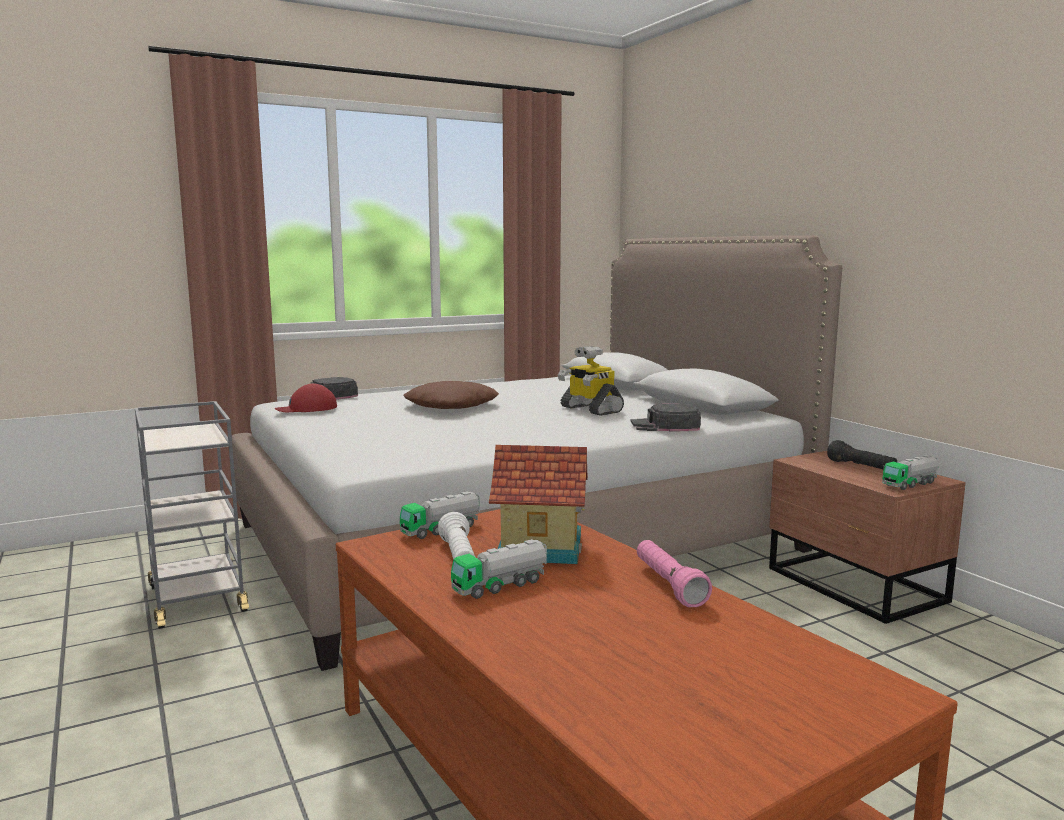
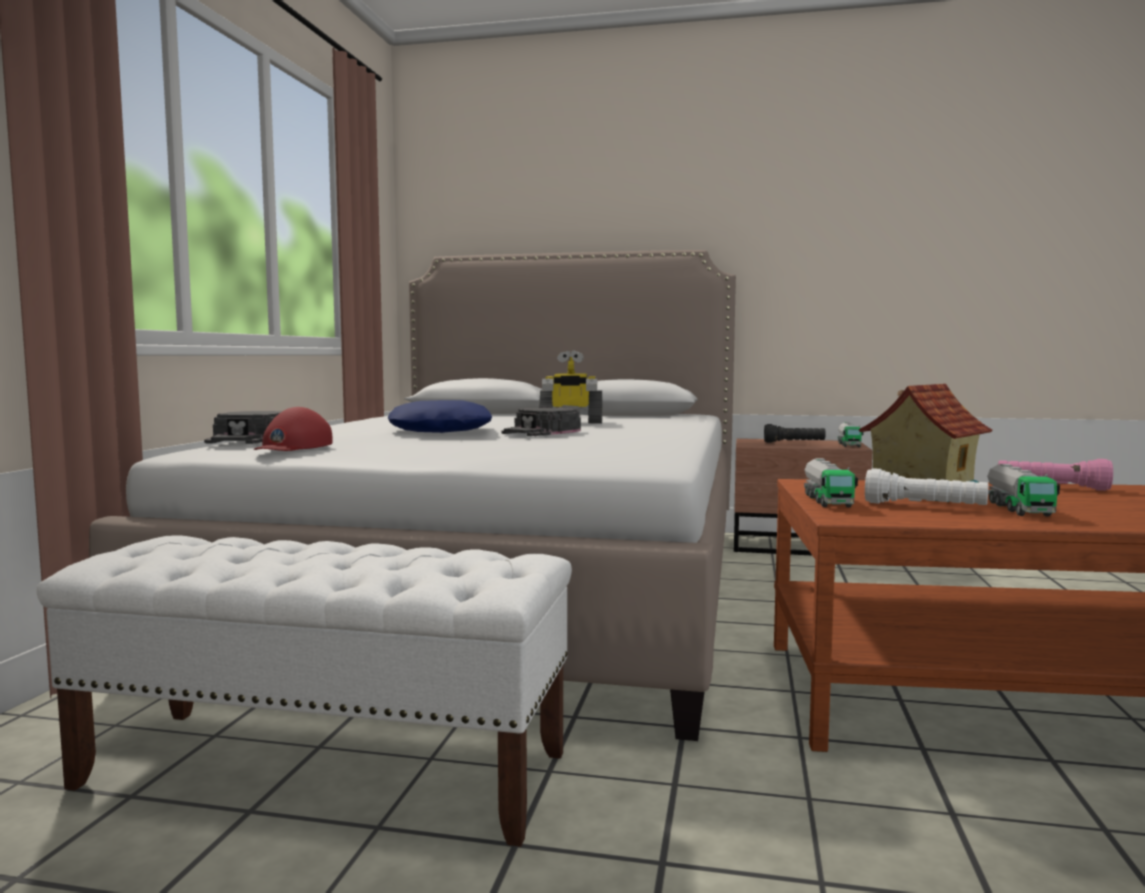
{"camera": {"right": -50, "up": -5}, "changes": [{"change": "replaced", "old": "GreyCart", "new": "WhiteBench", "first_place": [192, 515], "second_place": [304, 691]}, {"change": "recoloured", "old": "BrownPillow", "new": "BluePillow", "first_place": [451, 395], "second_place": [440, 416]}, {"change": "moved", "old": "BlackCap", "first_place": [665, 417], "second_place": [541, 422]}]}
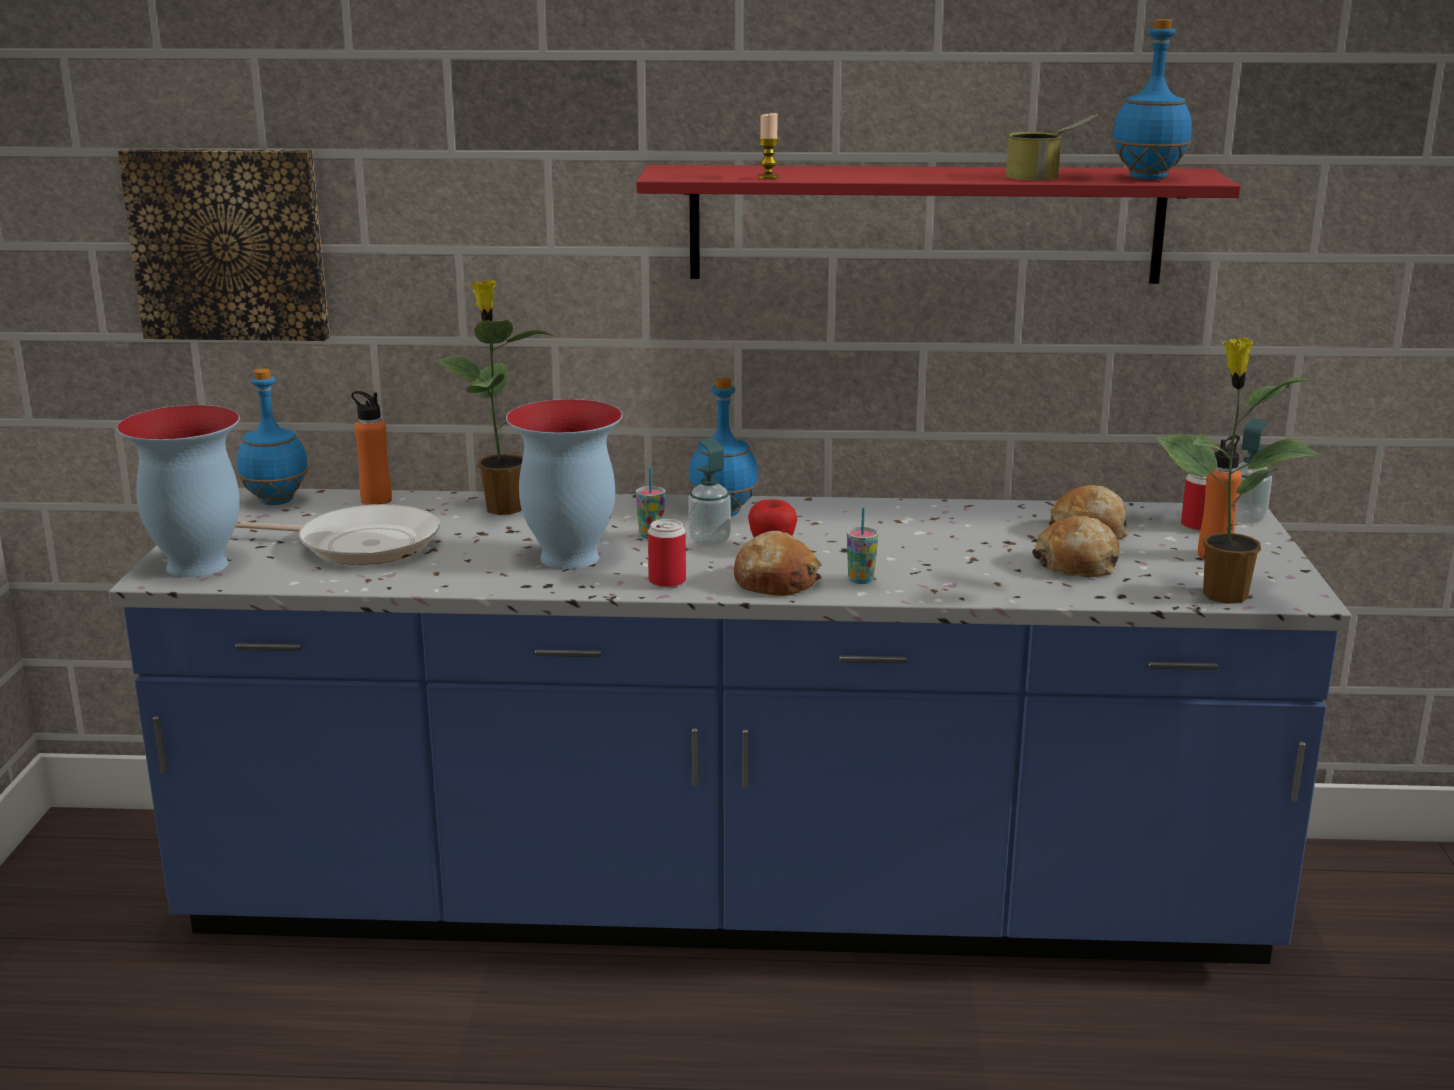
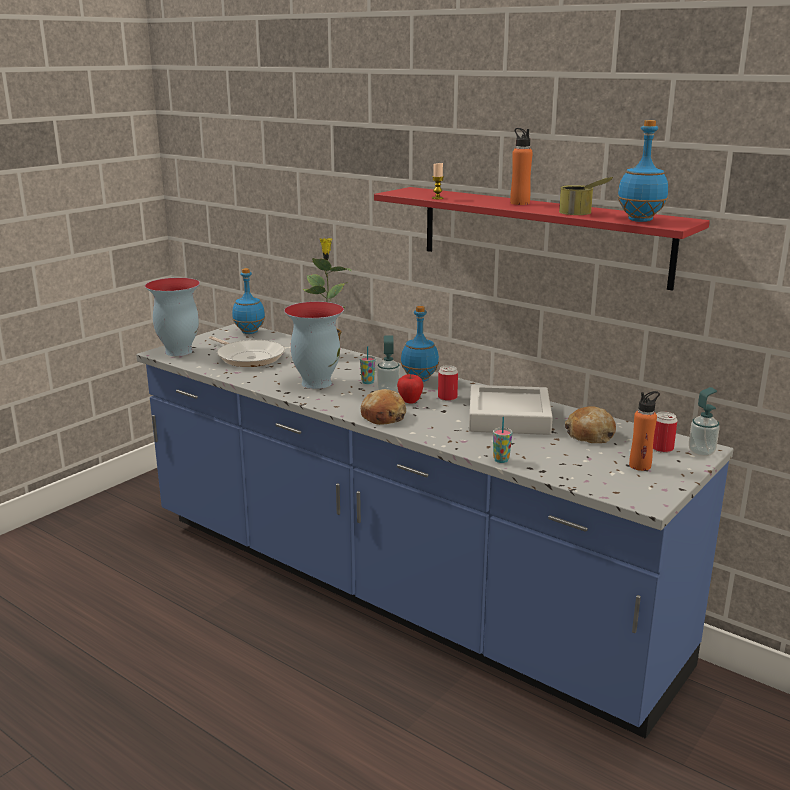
{"camera": {"right": 35, "up": 0}, "changes": [{"change": "moved", "old": "Can", "first_place": [667, 553], "second_place": [448, 383]}, {"change": "added", "new": "GreyTray", "second_place": [511, 410]}, {"change": "moved", "old": "Cup", "first_place": [862, 546], "second_place": [502, 440]}, {"change": "moved", "old": "OrangeBottle", "first_place": [371, 448], "second_place": [521, 166]}, {"change": "removed", "old": "Picture", "first_place": [224, 245]}, {"change": "removed", "old": "Bread", "first_place": [1075, 547]}, {"change": "removed", "old": "PottedPlant", "first_place": [1238, 470]}]}
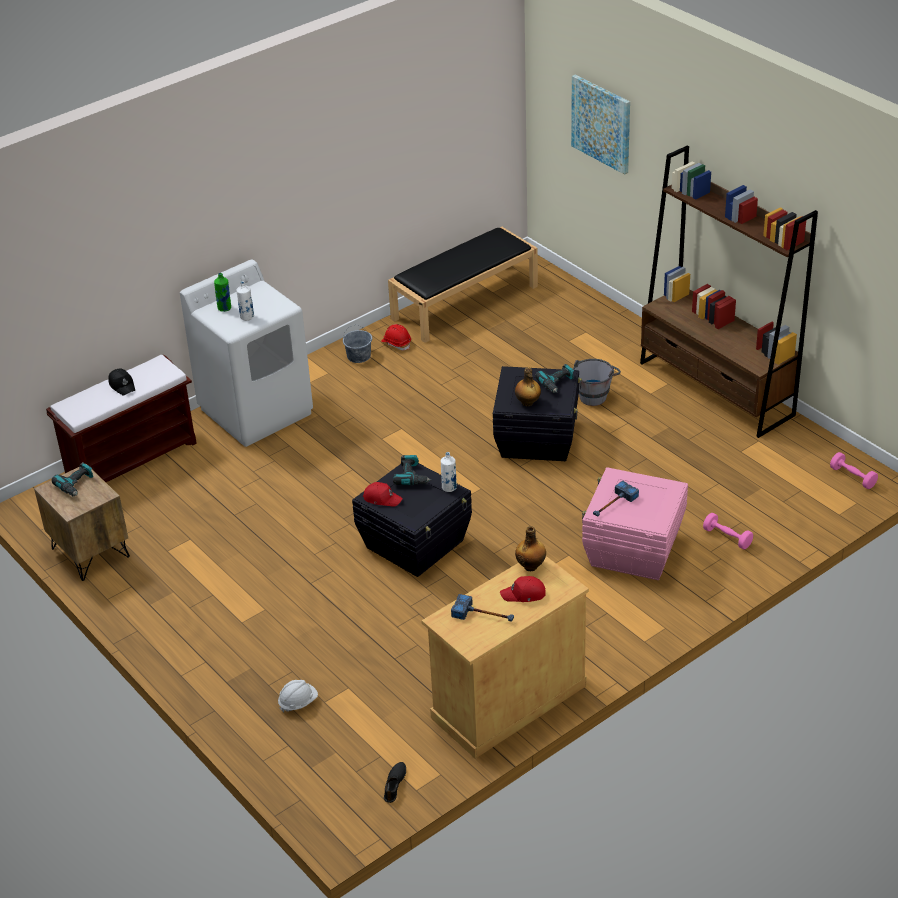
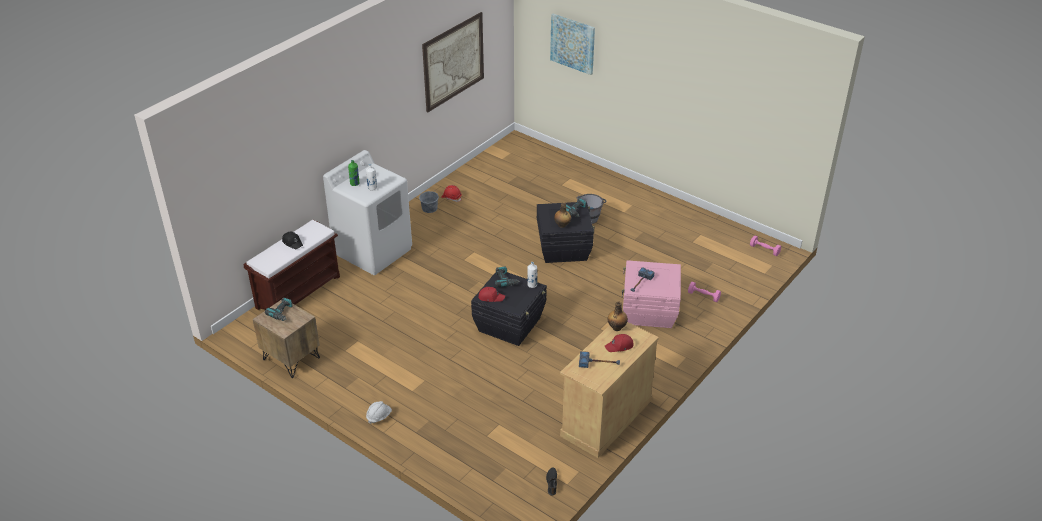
{"camera": {"right": -15, "up": 0}, "changes": [{"change": "moved", "old": "WhiteHardHat", "first_place": [298, 696], "second_place": [379, 412]}, {"change": "added", "new": "Picture", "second_place": [453, 62]}, {"change": "removed", "old": "BlackBench", "first_place": [463, 285]}, {"change": "removed", "old": "BrownBookcase", "first_place": [729, 291]}]}
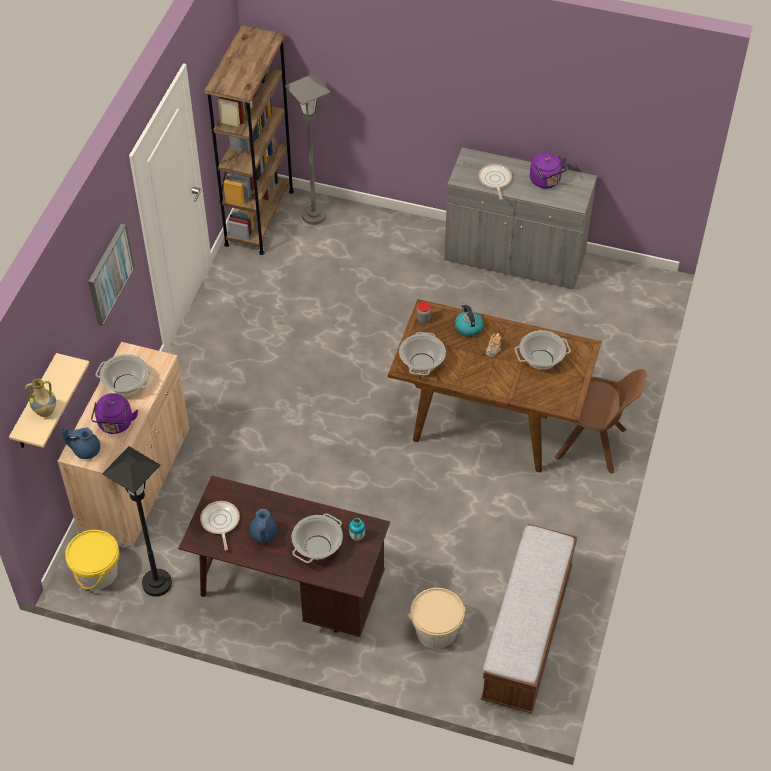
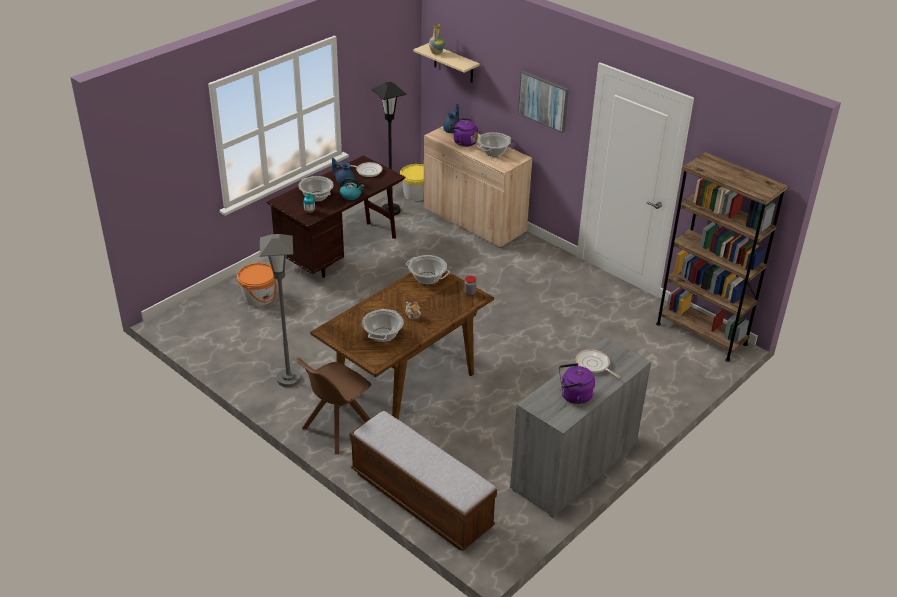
{"camera": {"right": 115, "up": -15}, "changes": [{"change": "recoloured", "old": "BeigeBucket", "new": "OrangeBucket", "first_place": [436, 618], "second_place": [257, 285]}, {"change": "moved", "old": "GreyFloorLamp", "first_place": [308, 149], "second_place": [280, 310]}, {"change": "moved", "old": "Kettle", "first_place": [469, 320], "second_place": [352, 188]}, {"change": "moved", "old": "Bench", "first_place": [529, 619], "second_place": [423, 481]}, {"change": "turned", "old": "FryingPan", "first_place": [495, 182], "second_place": [597, 363], "degrees": -150}]}
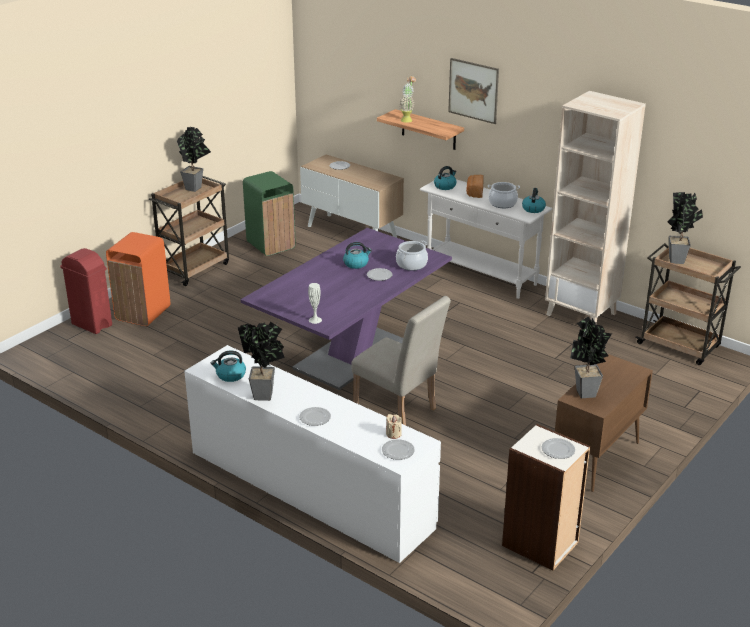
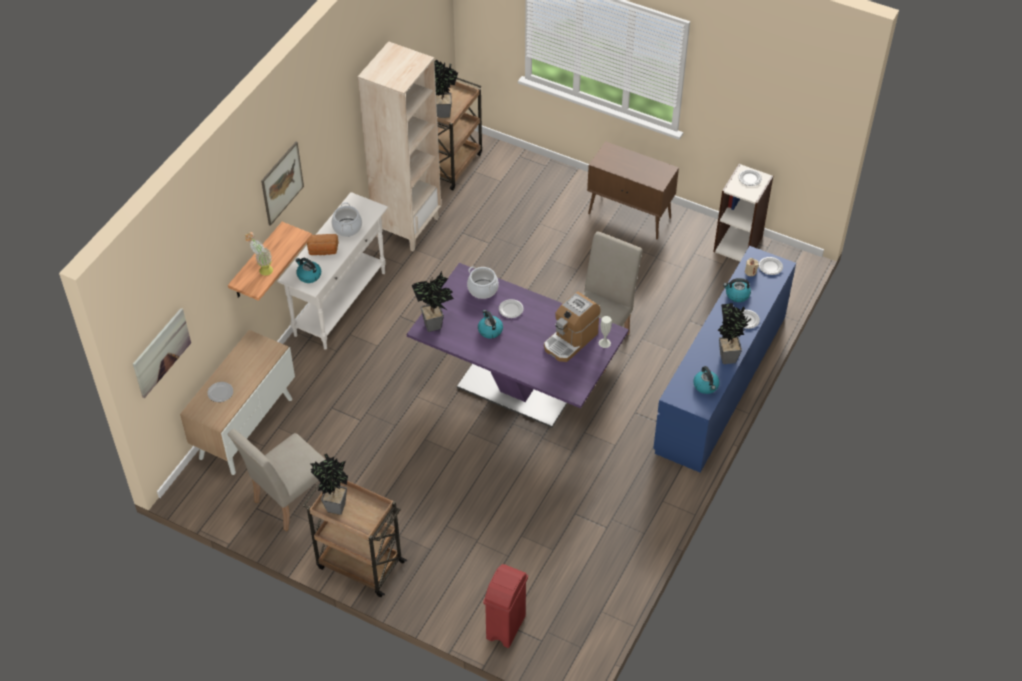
{"camera": {"right": -100, "up": 20}, "changes": [{"change": "added", "new": "Picture", "second_place": [162, 353]}, {"change": "replaced", "old": "GreenTrashCan", "new": "BeigeChair", "first_place": [269, 213], "second_place": [277, 480]}, {"change": "moved", "old": "PottedPlant", "first_place": [591, 357], "second_place": [433, 301]}, {"change": "added", "new": "CoffeeMachine", "second_place": [572, 327]}, {"change": "recoloured", "old": "WhiteDresser", "new": "BlueDresser", "first_place": [312, 454], "second_place": [724, 359]}, {"change": "moved", "old": "Kettle", "first_place": [534, 200], "second_place": [737, 290]}, {"change": "removed", "old": "OrangeTrashCan", "first_place": [138, 279]}]}
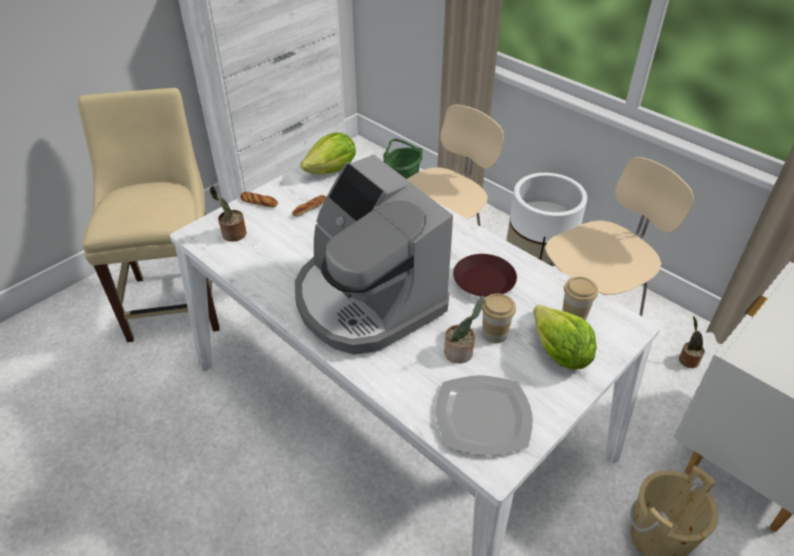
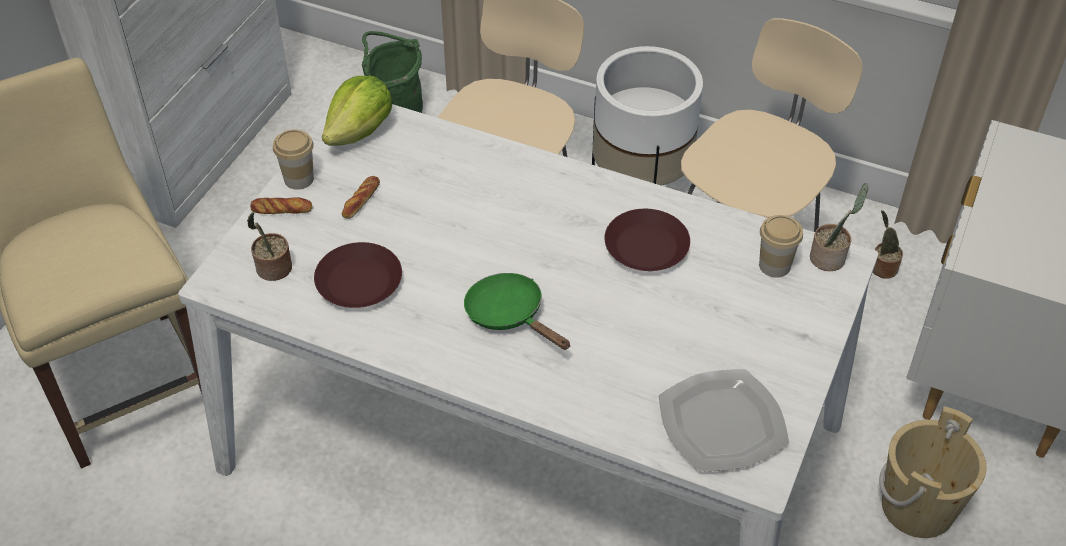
{"camera": {"right": -20, "up": 5}, "changes": [{"change": "moved", "old": "Cup", "first_place": [499, 318], "second_place": [293, 159]}, {"change": "added", "new": "BrownPlate", "second_place": [358, 275]}, {"change": "replaced", "old": "CoffeeMachine", "new": "GreenFryingPan", "first_place": [374, 255], "second_place": [517, 311]}, {"change": "moved", "old": "PottedPlant", "first_place": [464, 330], "second_place": [839, 227]}, {"change": "removed", "old": "Lettuce", "first_place": [565, 337]}]}
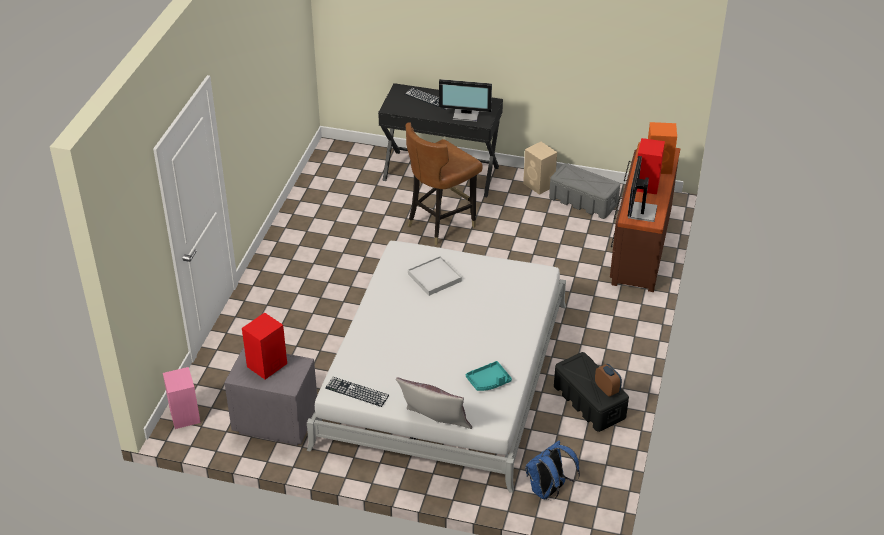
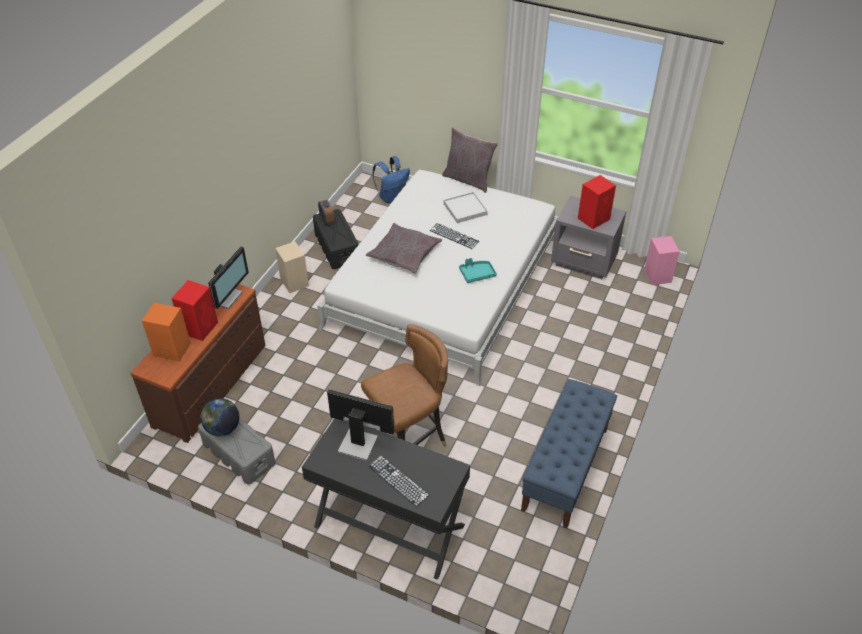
{"camera": {"right": -170, "up": 5}, "changes": [{"change": "added", "new": "Globe", "second_place": [220, 417]}, {"change": "moved", "old": "BeigeSpeaker", "first_place": [540, 168], "second_place": [292, 267]}, {"change": "added", "new": "GreyPillow", "second_place": [404, 248]}, {"change": "moved", "old": "Keyboard", "first_place": [357, 392], "second_place": [454, 236]}, {"change": "moved", "old": "WhiteTray", "first_place": [435, 276], "second_place": [466, 207]}, {"change": "moved", "old": "TurquoiseTray", "first_place": [489, 376], "second_place": [478, 270]}, {"change": "added", "new": "BlueBench", "second_place": [569, 453]}]}
